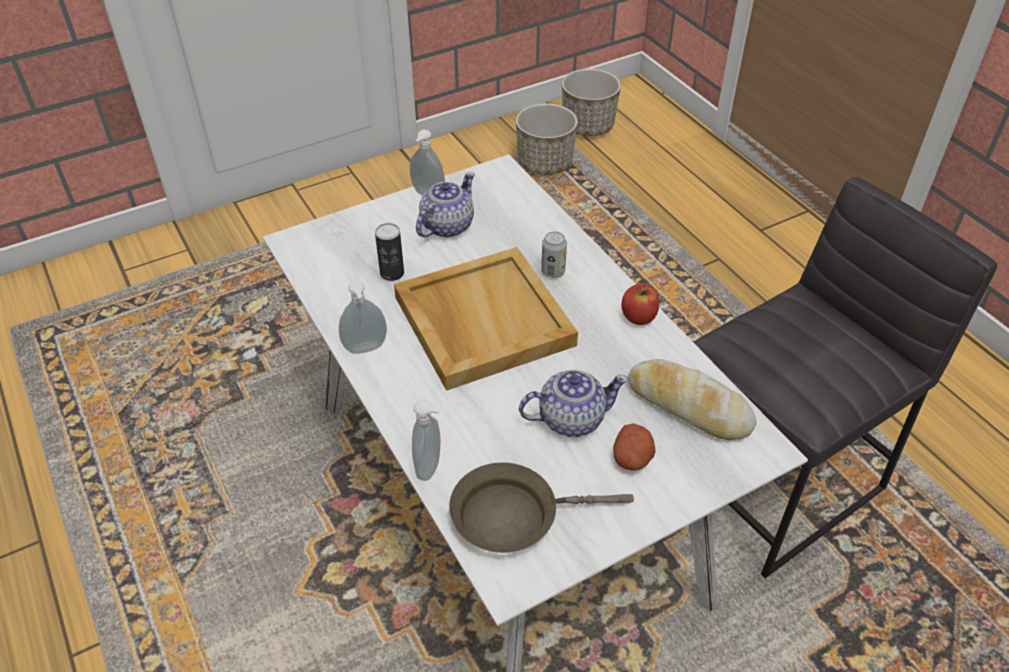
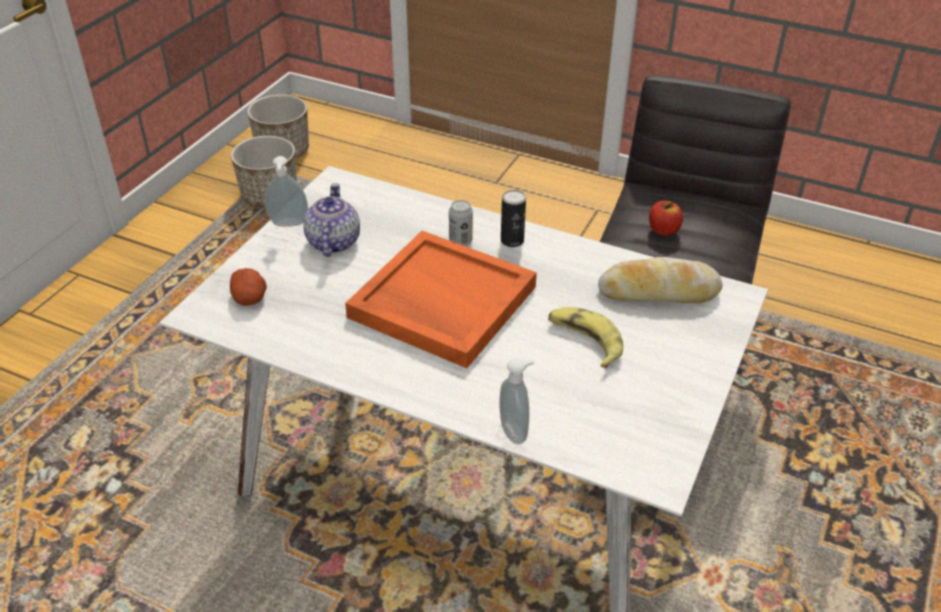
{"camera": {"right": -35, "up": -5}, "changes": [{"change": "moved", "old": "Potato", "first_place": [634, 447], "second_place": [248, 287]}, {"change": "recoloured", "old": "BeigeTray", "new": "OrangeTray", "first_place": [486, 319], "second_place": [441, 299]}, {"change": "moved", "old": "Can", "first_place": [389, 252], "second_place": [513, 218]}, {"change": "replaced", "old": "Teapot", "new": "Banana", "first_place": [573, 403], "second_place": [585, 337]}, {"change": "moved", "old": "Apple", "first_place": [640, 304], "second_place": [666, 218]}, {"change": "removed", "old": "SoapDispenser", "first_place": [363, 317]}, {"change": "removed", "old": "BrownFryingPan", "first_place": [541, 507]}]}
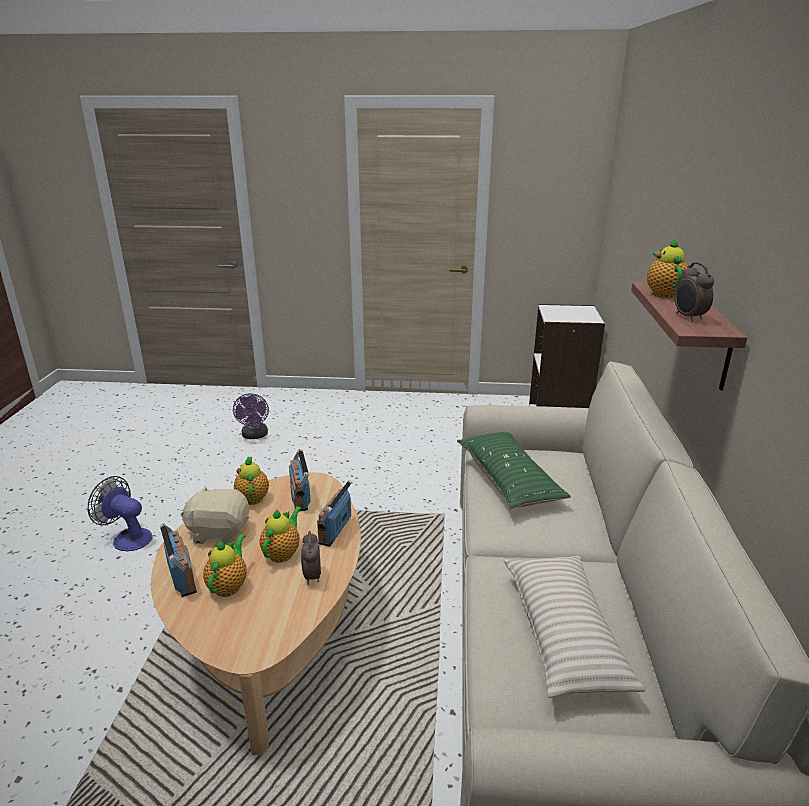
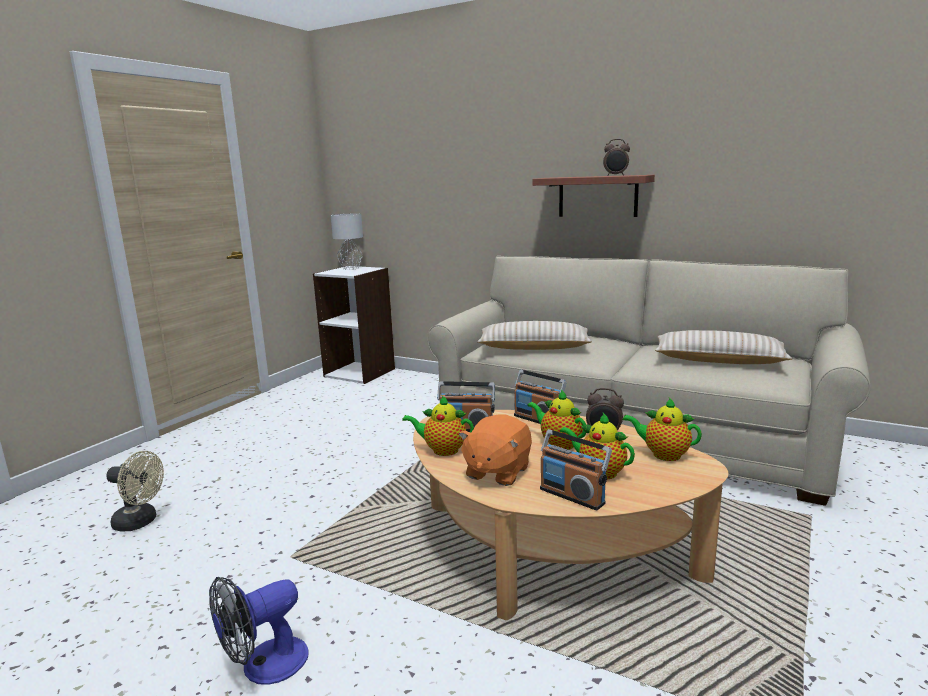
{"camera": {"right": -65, "up": -10}, "changes": [{"change": "recoloured", "old": "PurpleFan", "new": "BeigeFan", "first_place": [251, 416], "second_place": [135, 491]}, {"change": "added", "new": "GreyTableLamp", "second_place": [347, 242]}, {"change": "recoloured", "old": "BeigePlushToy", "new": "OrangePlushToy", "first_place": [214, 515], "second_place": [495, 450]}, {"change": "recoloured", "old": "GreenPillow", "new": "BeigePillow", "first_place": [514, 470], "second_place": [534, 335]}, {"change": "turned", "old": "Radio", "first_place": [178, 560], "second_place": [576, 469], "degrees": -135}, {"change": "moved", "old": "Teapot", "first_place": [667, 268], "second_place": [662, 429]}]}
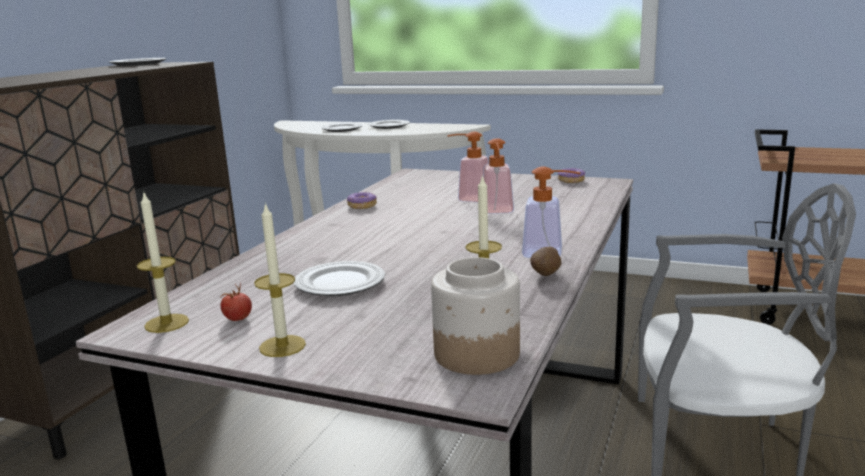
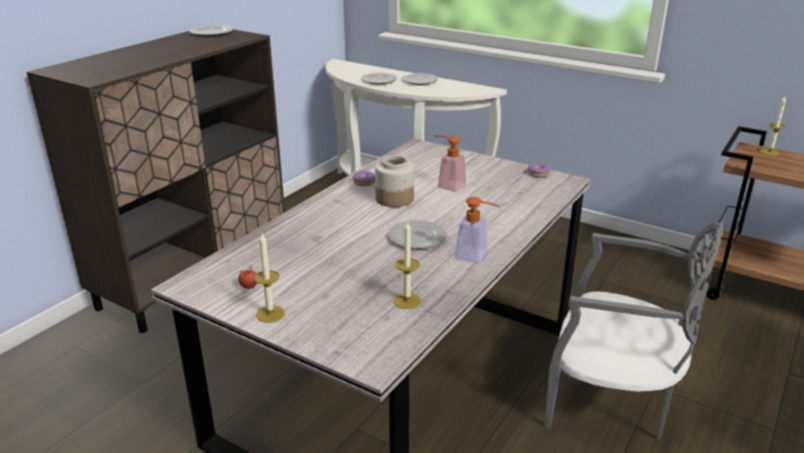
{"camera": {"right": 10, "up": 10}, "changes": [{"change": "moved", "old": "Jar", "first_place": [475, 316], "second_place": [394, 181]}, {"change": "moved", "old": "Plate", "first_place": [339, 278], "second_place": [417, 234]}, {"change": "moved", "old": "Candle", "first_place": [163, 262], "second_place": [773, 126]}, {"change": "removed", "old": "SoapDispenser", "first_place": [498, 176]}, {"change": "removed", "old": "Potato", "first_place": [546, 261]}]}
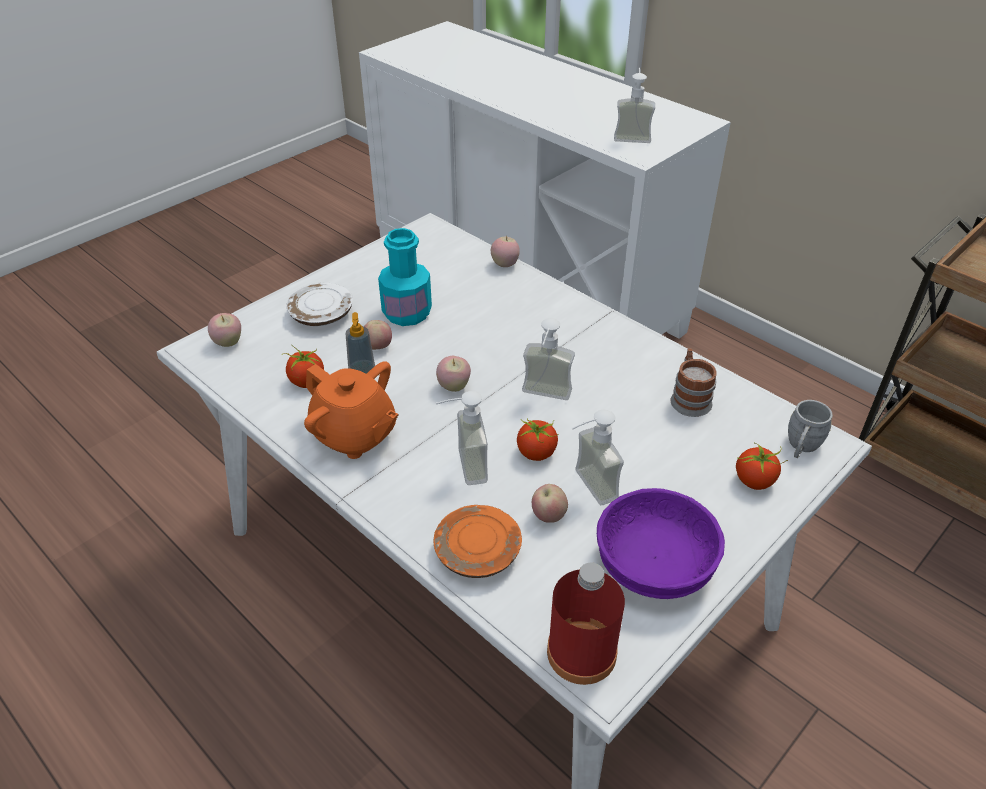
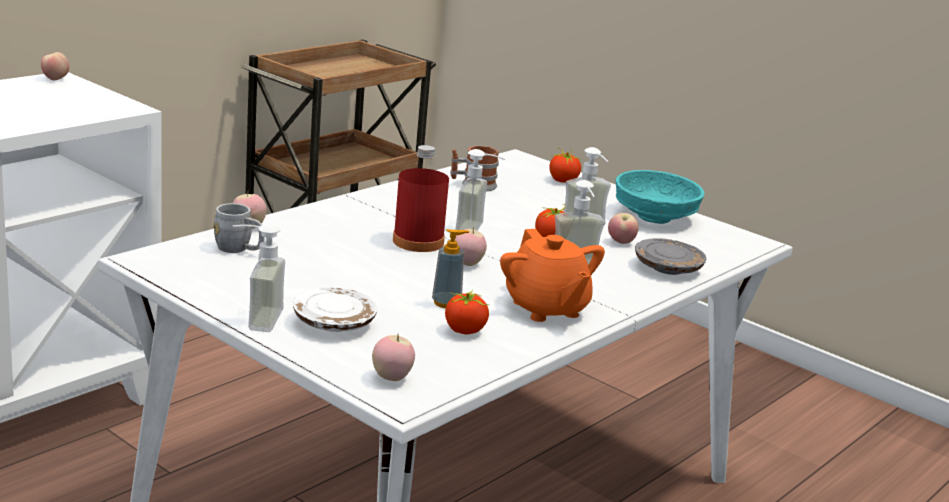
{"camera": {"right": -95, "up": -20}, "changes": [{"change": "moved", "old": "Apple", "first_place": [378, 335], "second_place": [55, 66]}, {"change": "moved", "old": "GreyMug", "first_place": [810, 429], "second_place": [239, 228]}, {"change": "moved", "old": "SoapDispenser", "first_place": [634, 105], "second_place": [259, 277]}, {"change": "moved", "old": "RedBottle", "first_place": [586, 623], "second_place": [421, 198]}, {"change": "turned", "old": "OrangeTeapot", "first_place": [351, 410], "second_place": [552, 275], "degrees": 120}, {"change": "recoloured", "old": "PurpleBowl", "new": "TurquoiseBowl", "first_place": [661, 543], "second_place": [660, 197]}, {"change": "recoloured", "old": "OrangePlate", "new": "GreyPlate", "first_place": [478, 541], "second_place": [671, 256]}, {"change": "removed", "old": "TurquoiseBottle", "first_place": [405, 277]}]}
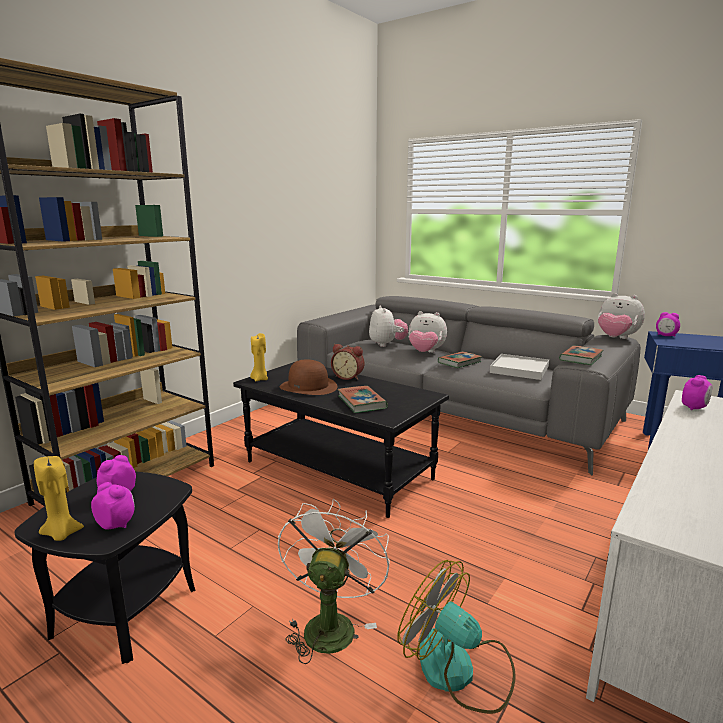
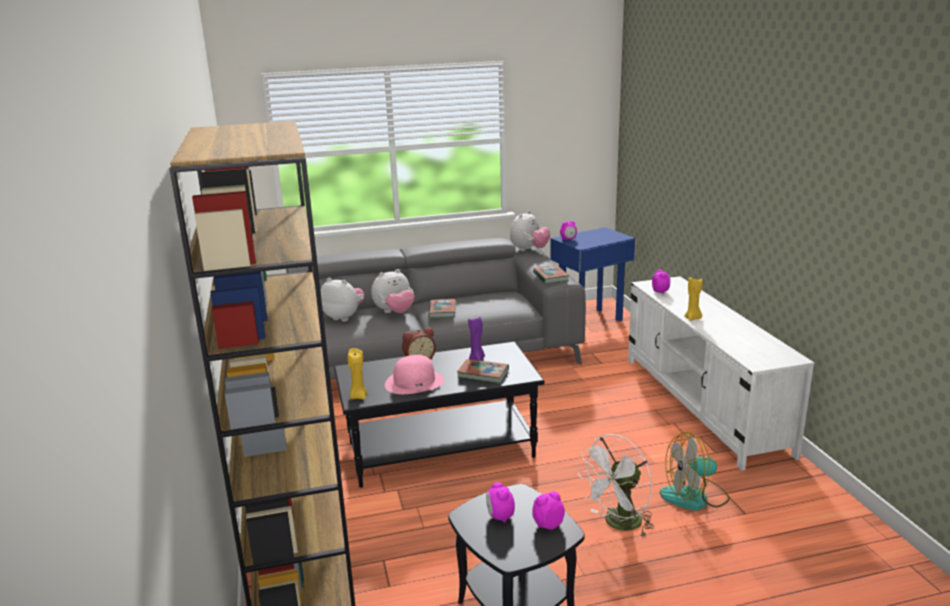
{"camera": {"right": -50, "up": 5}, "changes": [{"change": "recoloured", "old": "BrownHat", "new": "PinkHat", "first_place": [309, 377], "second_place": [414, 374]}, {"change": "added", "new": "PurpleCandle", "second_place": [476, 339]}, {"change": "turned", "old": "PlushToy", "first_place": [621, 316], "second_place": [530, 231], "degrees": -45}, {"change": "turned", "old": "WhiteFan", "first_place": [334, 581], "second_place": [616, 485], "degrees": -90}, {"change": "moved", "old": "YellowCandle", "first_place": [59, 498], "second_place": [693, 299]}, {"change": "removed", "old": "WhiteTray", "first_place": [519, 367]}]}
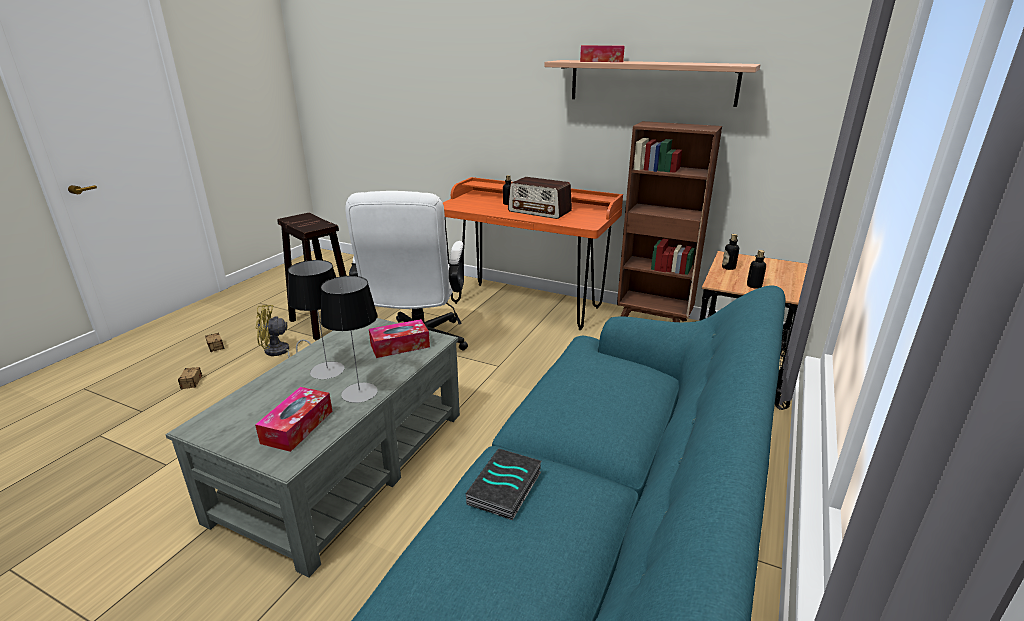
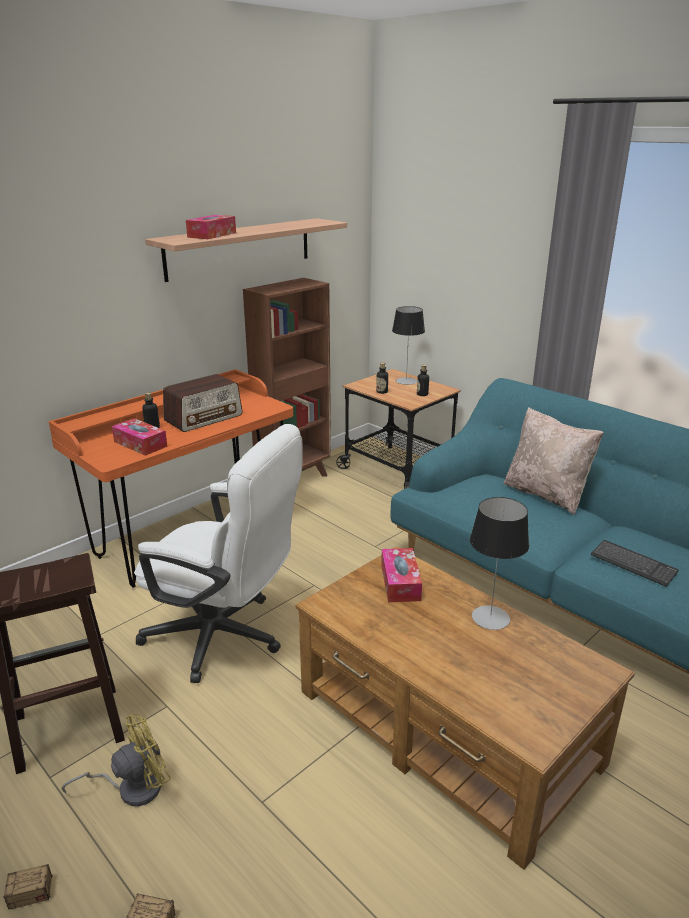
{"camera": {"right": -70, "up": 0}, "changes": [{"change": "turned", "old": "YellowFan", "first_place": [283, 331], "second_place": [116, 760], "degrees": -135}, {"change": "moved", "old": "TissueBox", "first_place": [293, 419], "second_place": [139, 437]}, {"change": "recoloured", "old": "GreyCoffeeTable", "new": "BrownCoffeeTable", "first_place": [312, 448], "second_place": [465, 708]}, {"change": "moved", "old": "TableLamp", "first_place": [316, 319], "second_place": [408, 345]}, {"change": "added", "new": "BeigePillow", "second_place": [553, 461]}, {"change": "replaced", "old": "Book", "new": "Keyboard", "first_place": [504, 484], "second_place": [635, 563]}]}
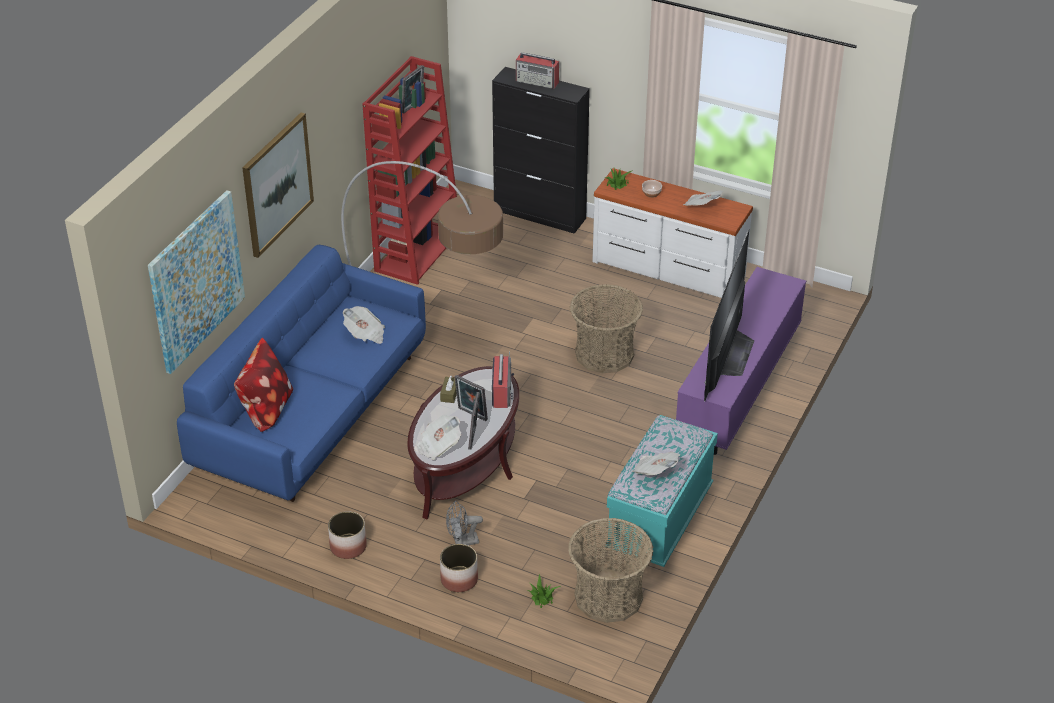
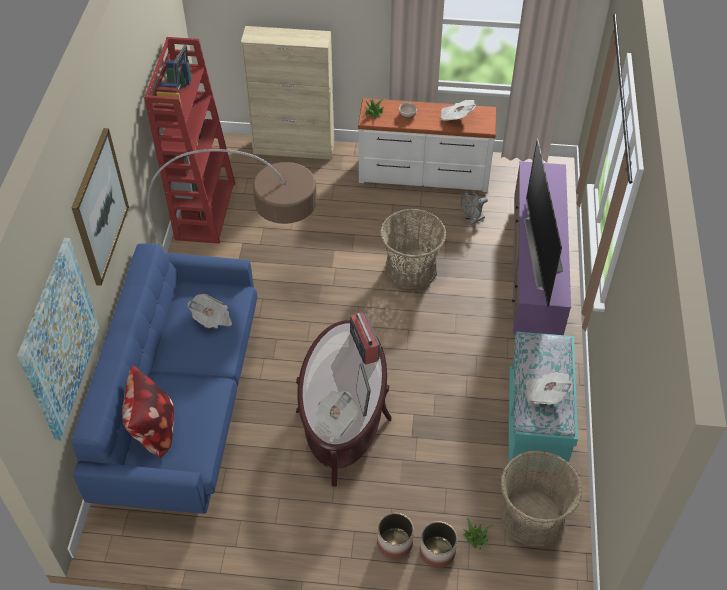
{"camera": {"right": -20, "up": 10}, "changes": [{"change": "recoloured", "old": "BlackCabinet", "new": "BeigeCabinet", "first_place": [541, 150], "second_place": [287, 92]}, {"change": "moved", "old": "Planter", "first_place": [347, 535], "second_place": [438, 544]}, {"change": "moved", "old": "GreyFan", "first_place": [464, 523], "second_place": [474, 207]}, {"change": "removed", "old": "BrownTissueBox", "first_place": [448, 389]}, {"change": "removed", "old": "PictureFrame", "first_place": [471, 398]}, {"change": "removed", "old": "Radio", "first_place": [537, 70]}]}
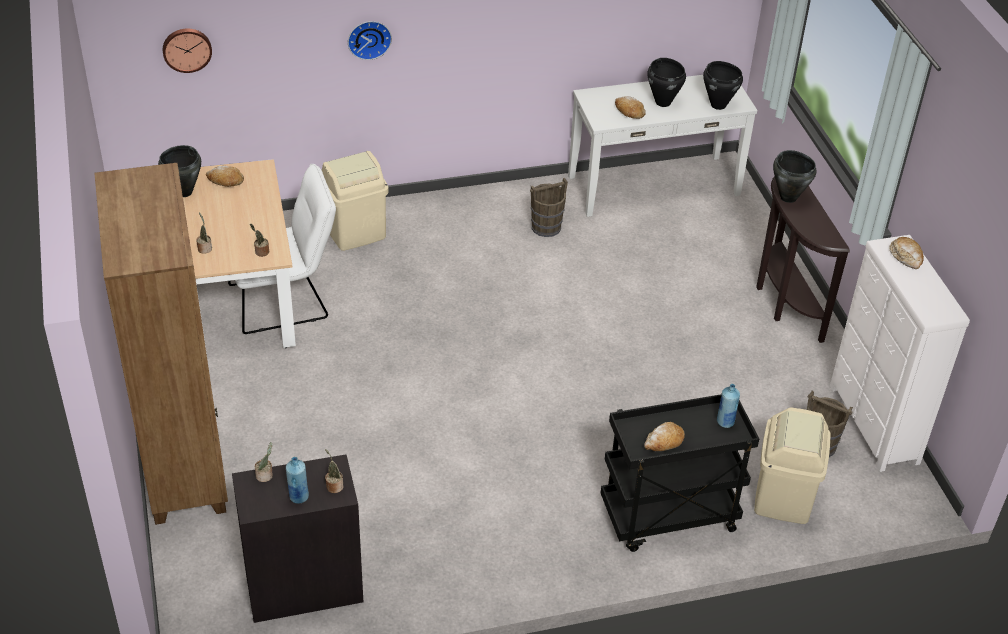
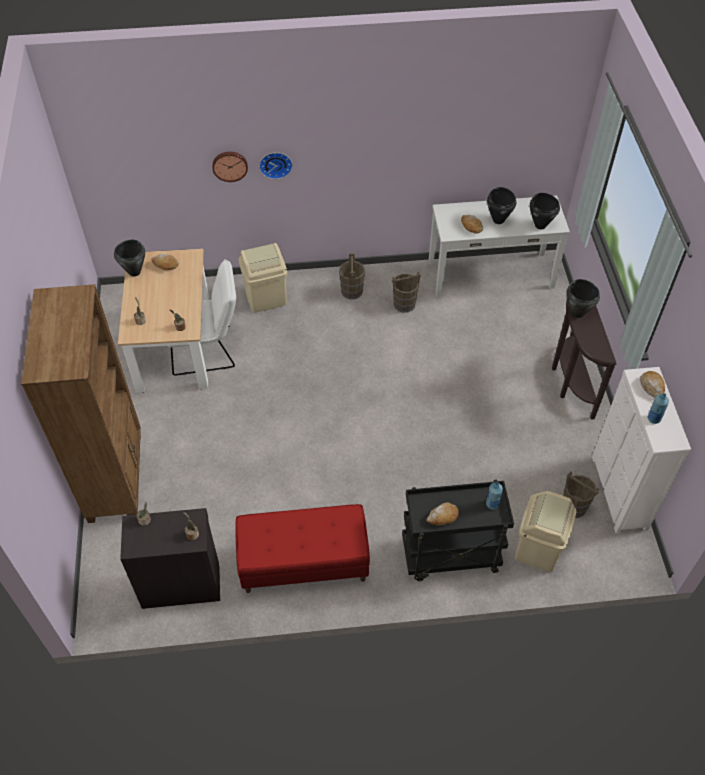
{"camera": {"right": 10, "up": 10}, "changes": [{"change": "moved", "old": "WallClock", "first_place": [187, 51], "second_place": [230, 167]}, {"change": "added", "new": "RedBench", "second_place": [302, 548]}, {"change": "added", "new": "BrownBucket", "second_place": [352, 276]}, {"change": "moved", "old": "BlueBottle", "first_place": [297, 480], "second_place": [658, 408]}]}
